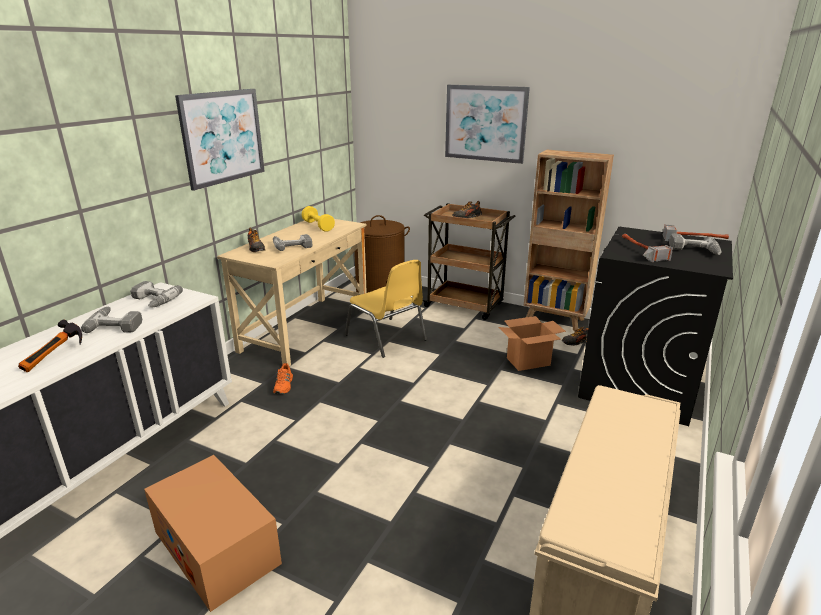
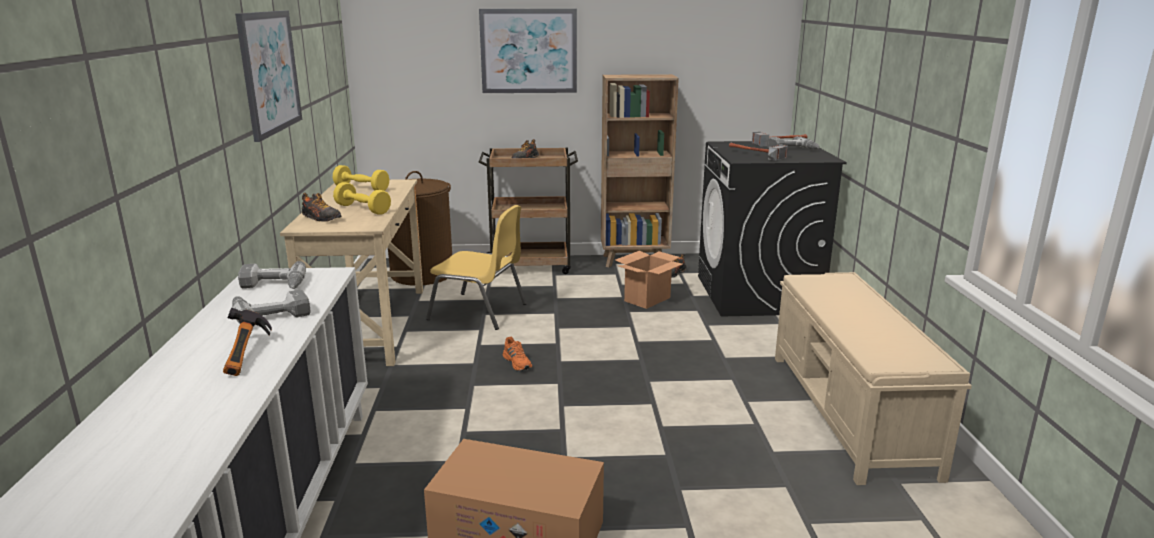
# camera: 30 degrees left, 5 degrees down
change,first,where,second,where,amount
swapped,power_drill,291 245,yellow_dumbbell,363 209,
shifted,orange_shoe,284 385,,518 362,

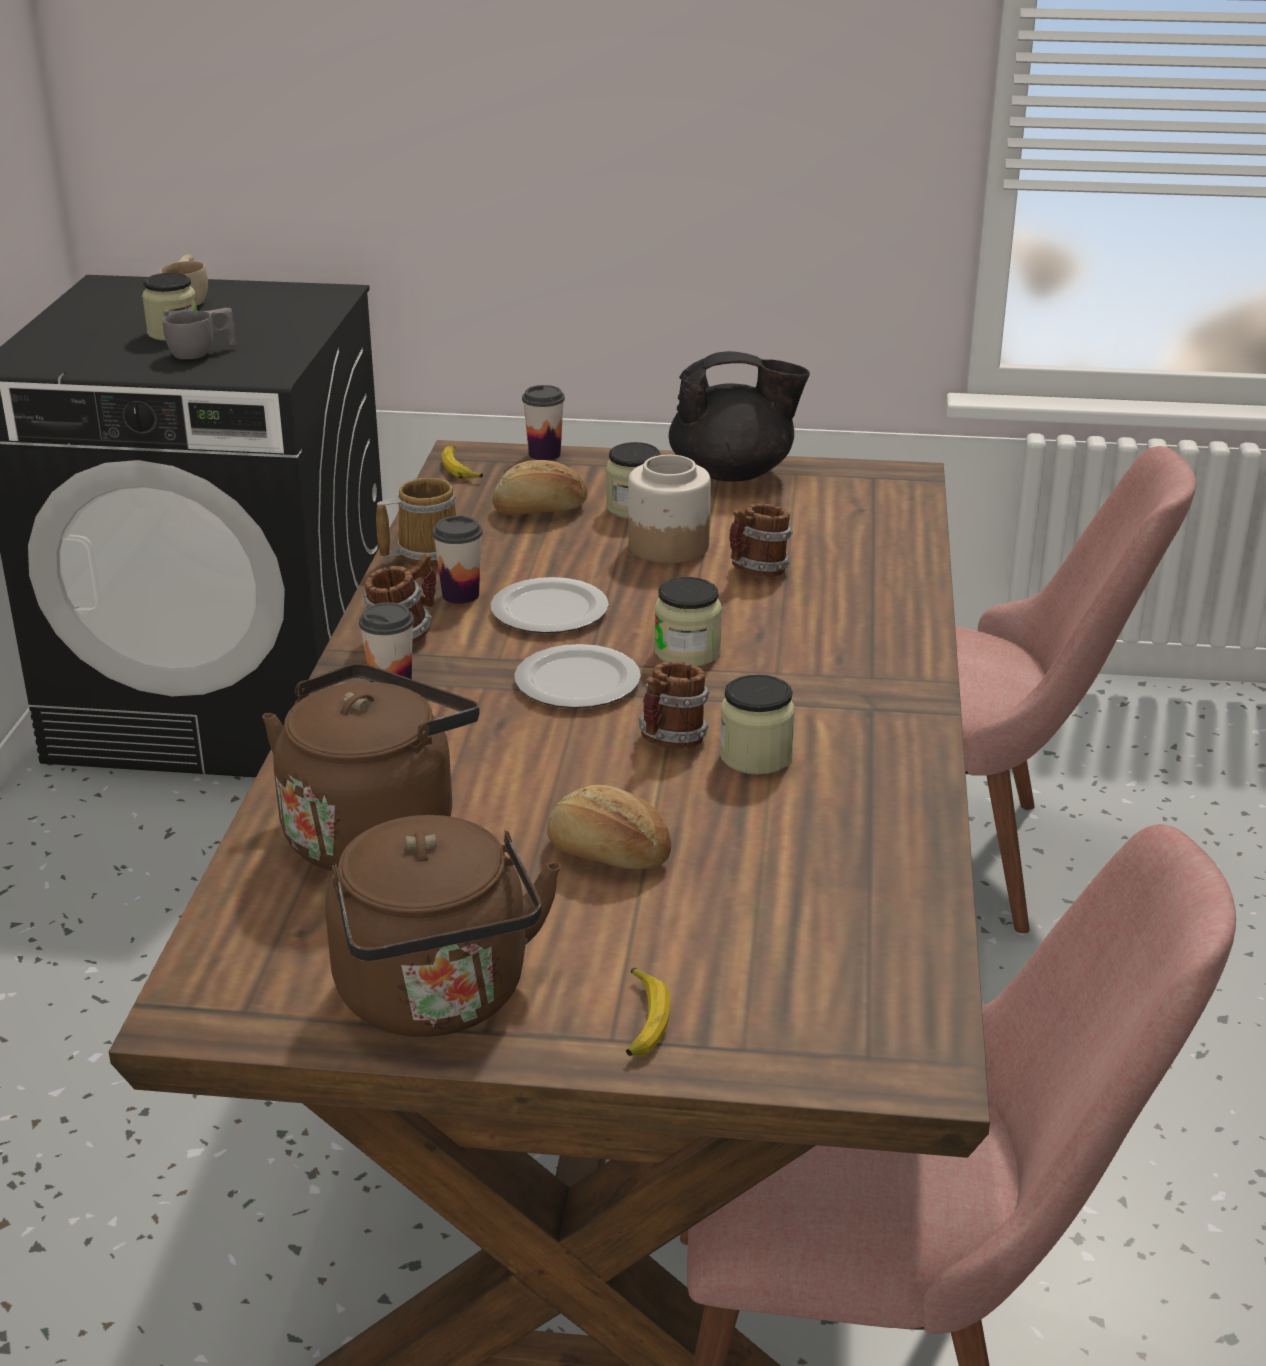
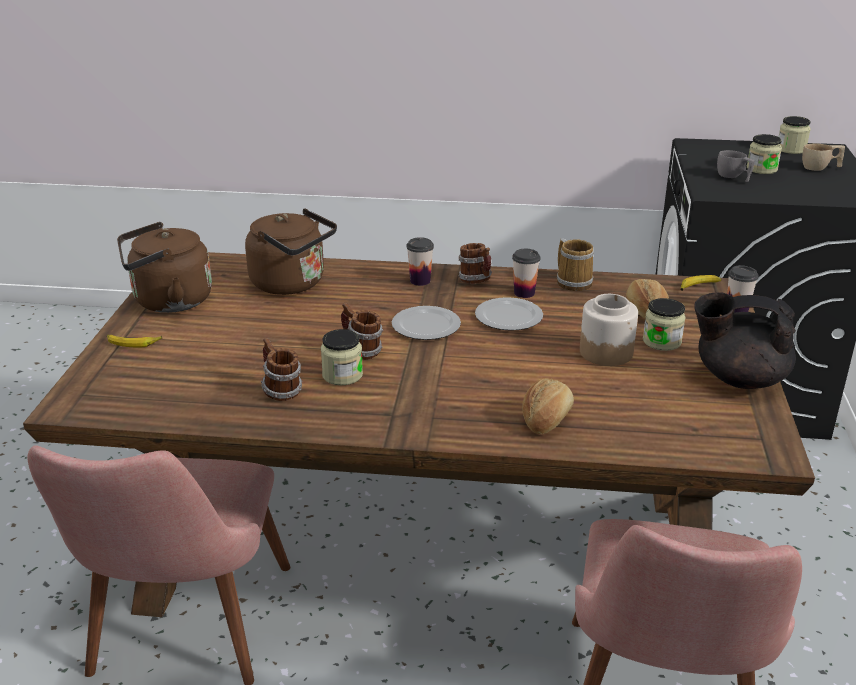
# camera: 90 degrees right, 0 degrees up
change,first,where,second,where,amount
rotated,black_teapot,733 473,,738 378,105 degrees clockwise
shifted,mug,757 572,,280 391,
shifted,jar,687 652,,791 149,
shifted,bread,607 854,,546 419,

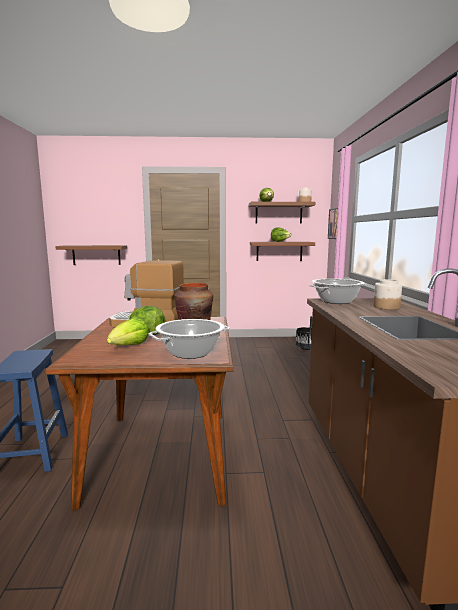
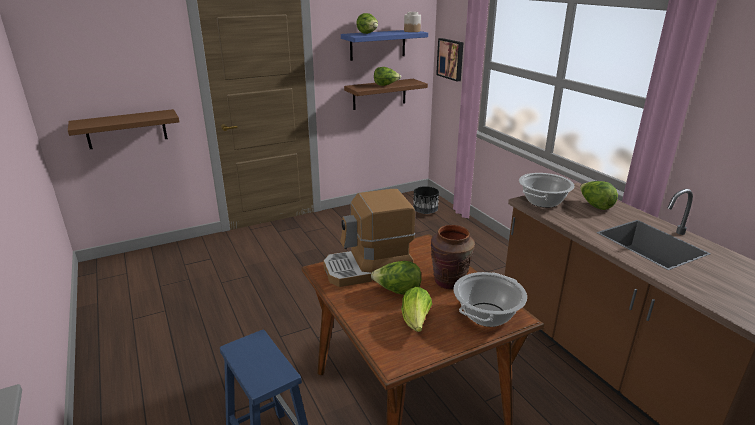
# camera: 25 degrees left, 15 degrees up
change,first,where,second,where,amount
repainted,brown_shelf,278 213,blue_shelf,377 45,
swapped,jar,386 307,lettuce,595 206,

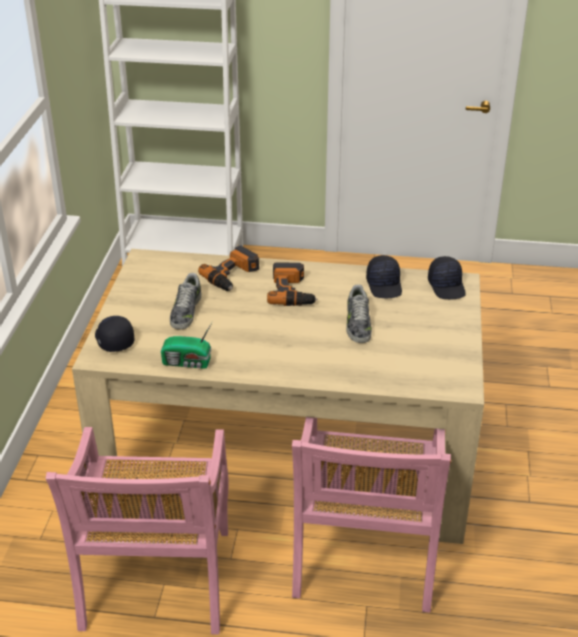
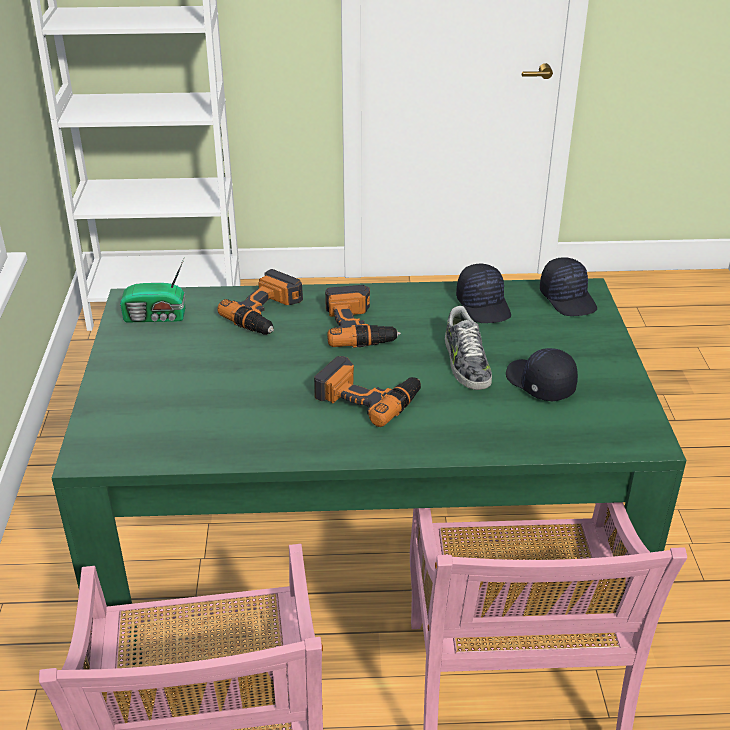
# camera: 10 degrees left, 0 degrees up
change,first,where,second,where,amount
repainted,beige_dining_table,289 452,green_dining_table,365 552,
gone,shoe,185 311,,,
shifted,black_cap,113 339,,539 384,
shifted,radio,188 363,,156 317,
new,,,power_drill,368 397,

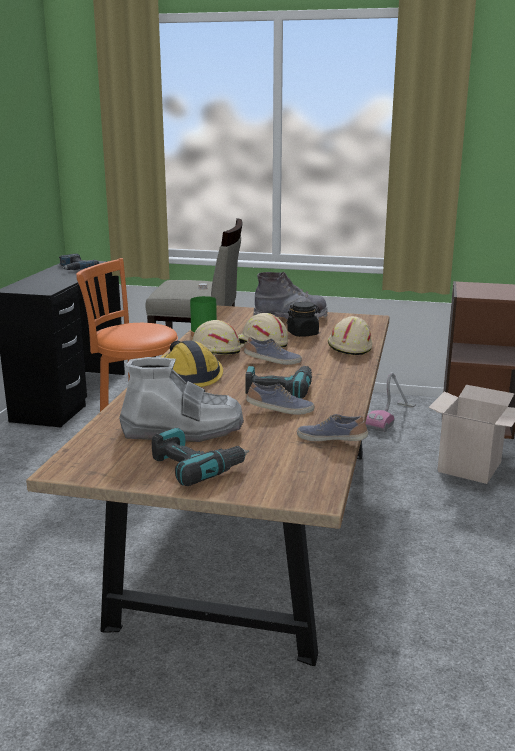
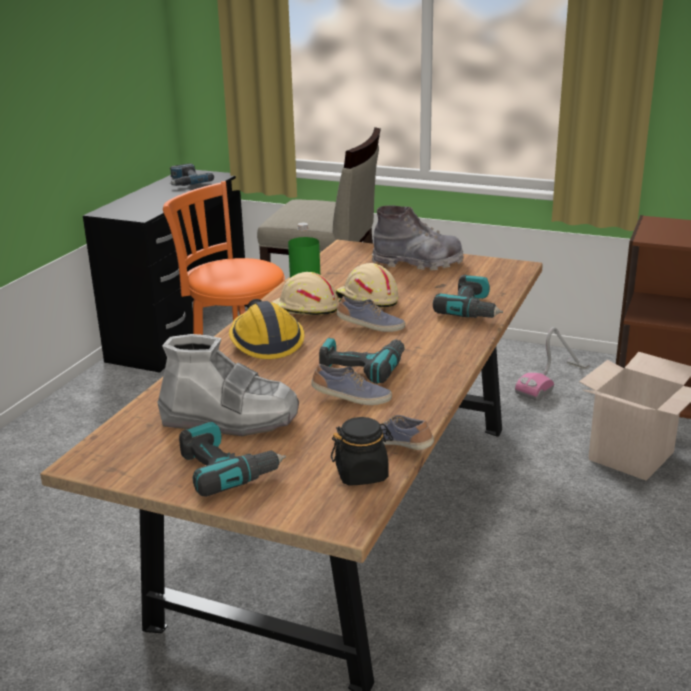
# camera: 10 degrees right, 5 degrees up
change,first,where,second,where,amount
shifted,black_jar,303 334,,362 474,
swapped,beige_hard_hat,349 347,power_drill,472 309,

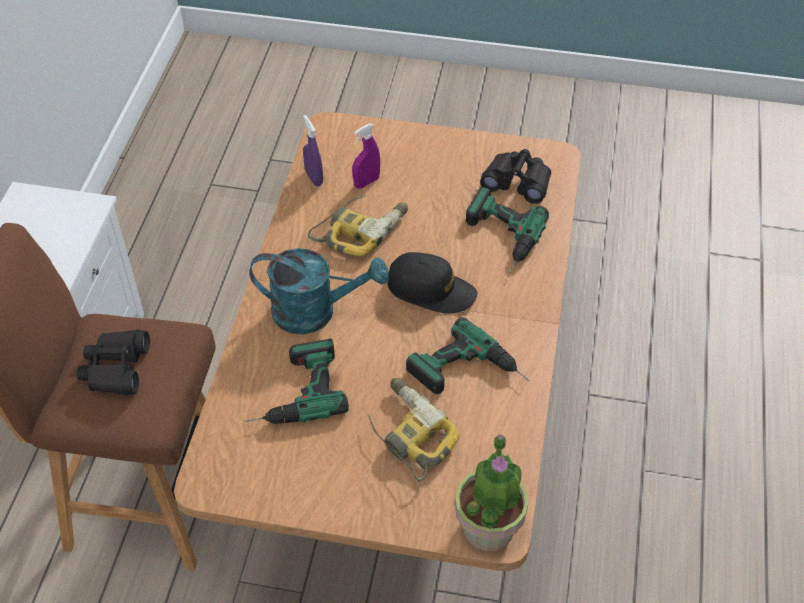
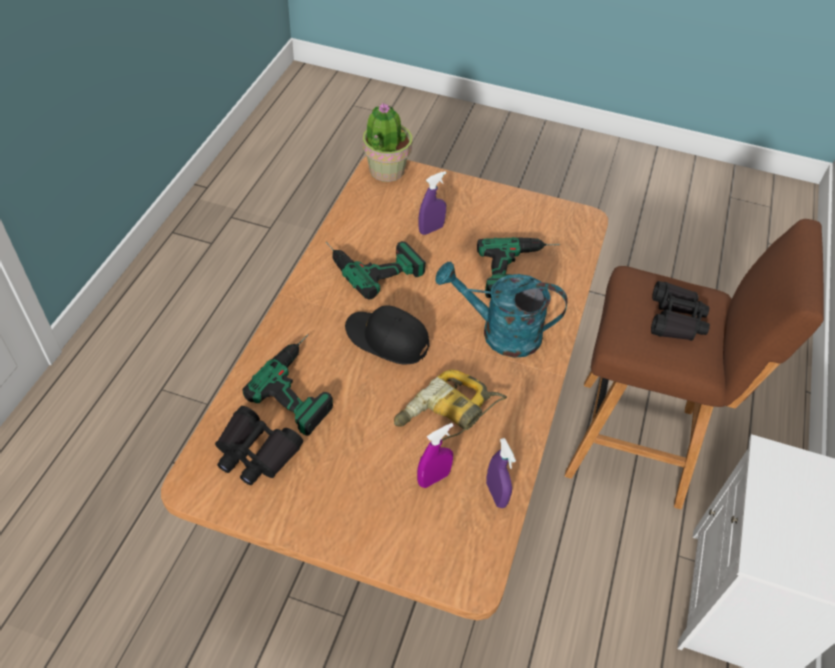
# camera: 175 degrees left, 0 degrees up
change,first,where,second,where,amount
swapped,power_drill,408 434,purple_spray_bottle,431 229,

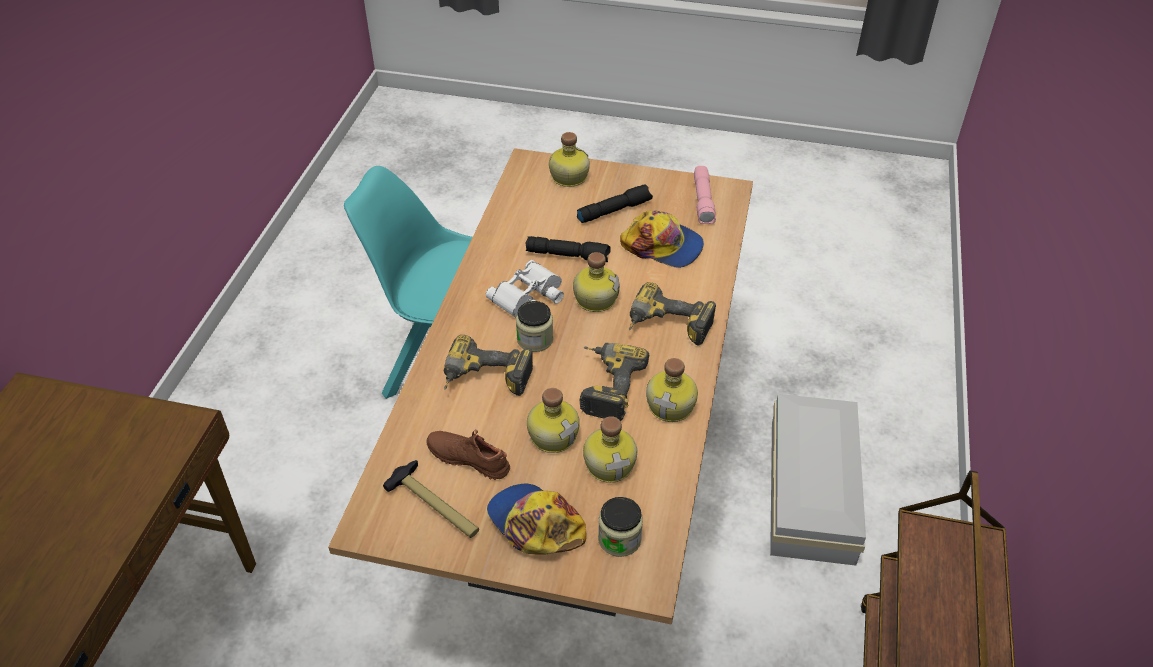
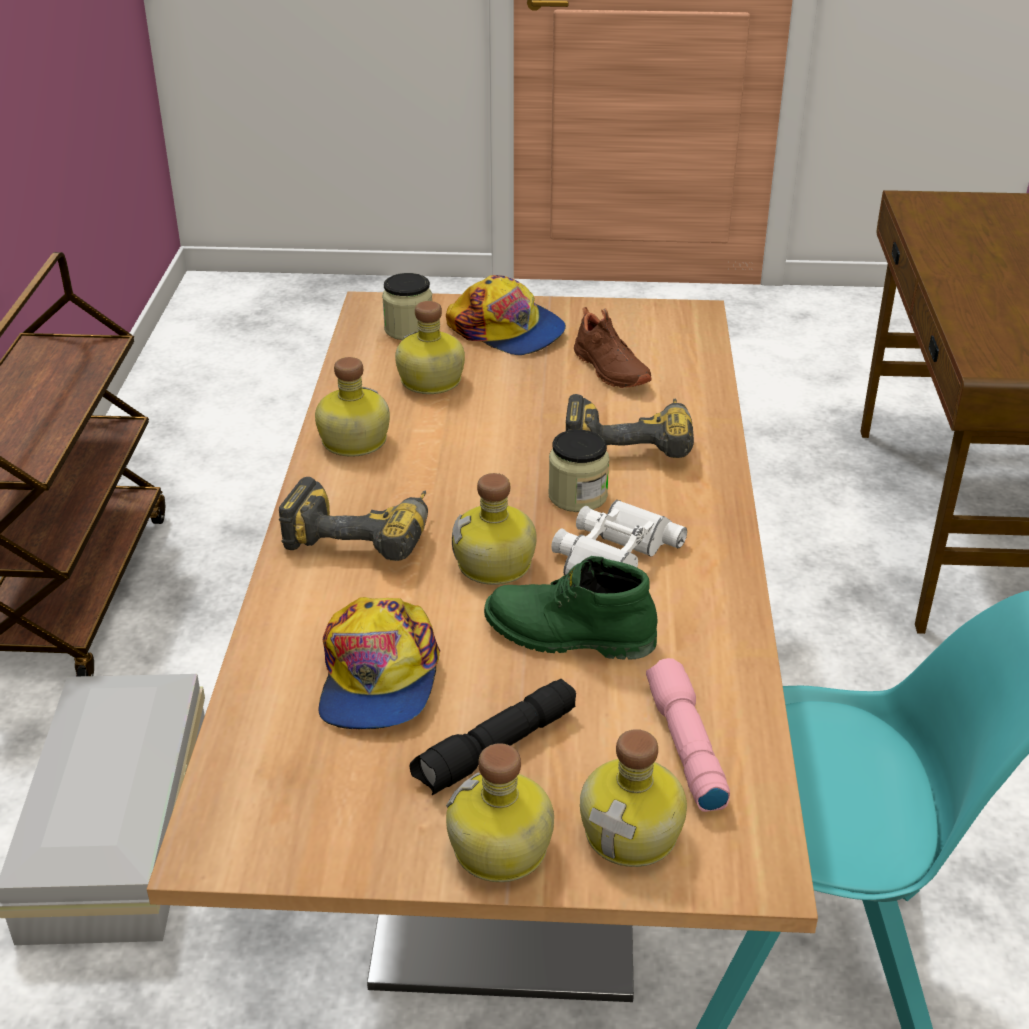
# camera: 170 degrees right, 10 degrees down
change,first,where,second,where,amount
shifted,pink_flashlight,704 201,,684 745,
rotated,cap,663 246,,378 678,105 degrees counterclockwise
swapped,black_flashlight,568 255,green_boot,568 636,
gone,power_drill,605 386,,,
shifted,bottle,553 434,,500 850,
rotated,brown_shoe,470 458,,609 370,45 degrees clockwise
gone,hammer,435 506,,,

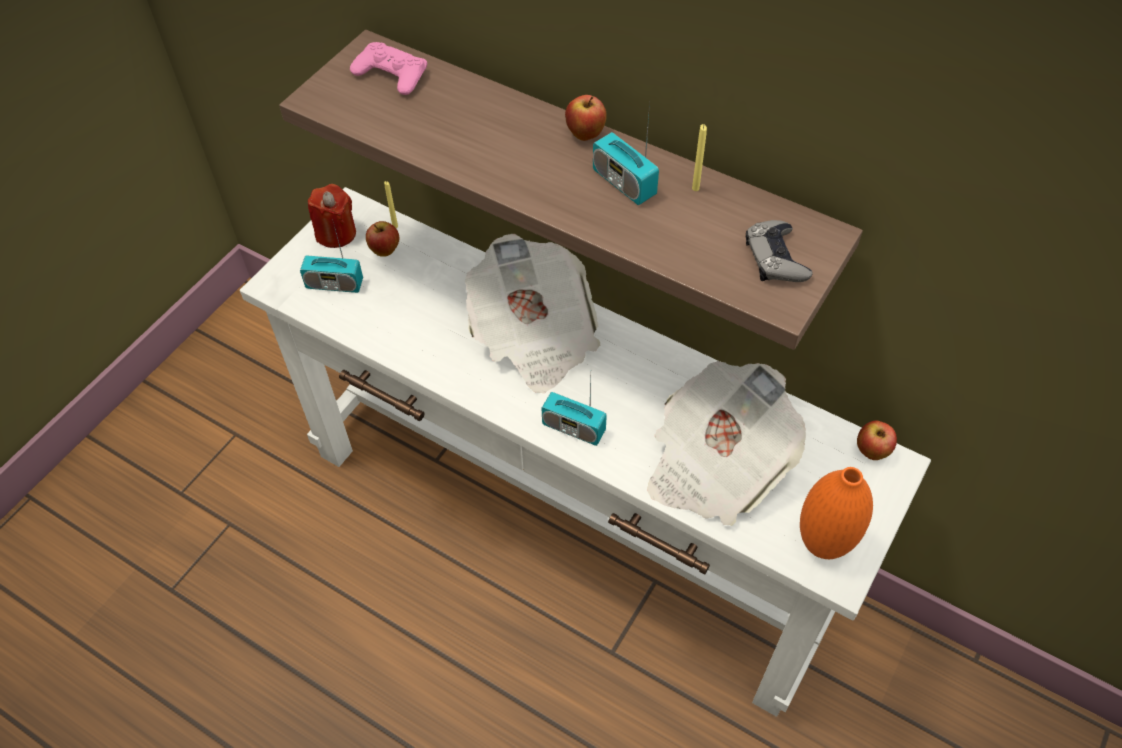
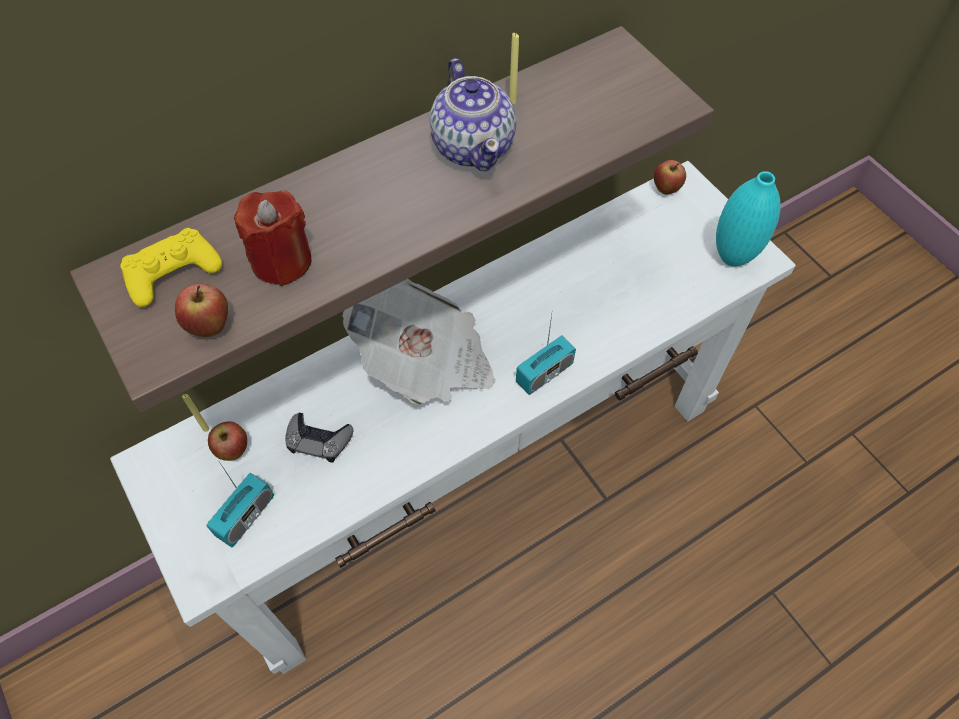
# camera: 65 degrees left, 5 degrees up
change,first,where,second,where,amount
repainted,pink_game_controller,391 74,yellow_game_controller,172 272,
shifted,apple,585 135,,210 326,
swapped,radio,624 183,teapot,473 146,
shifted,red_candle,336 233,,282 261,
shifted,grey_game_controller,775 258,,318 440,
gone,newspaper,715 464,,,
repainted,orange_vase,823 545,turquoise_vase,733 257,

